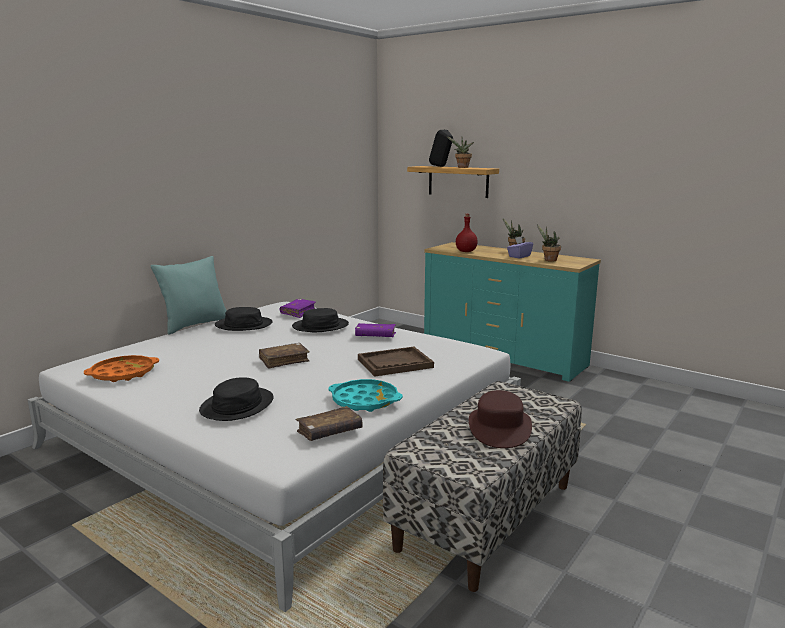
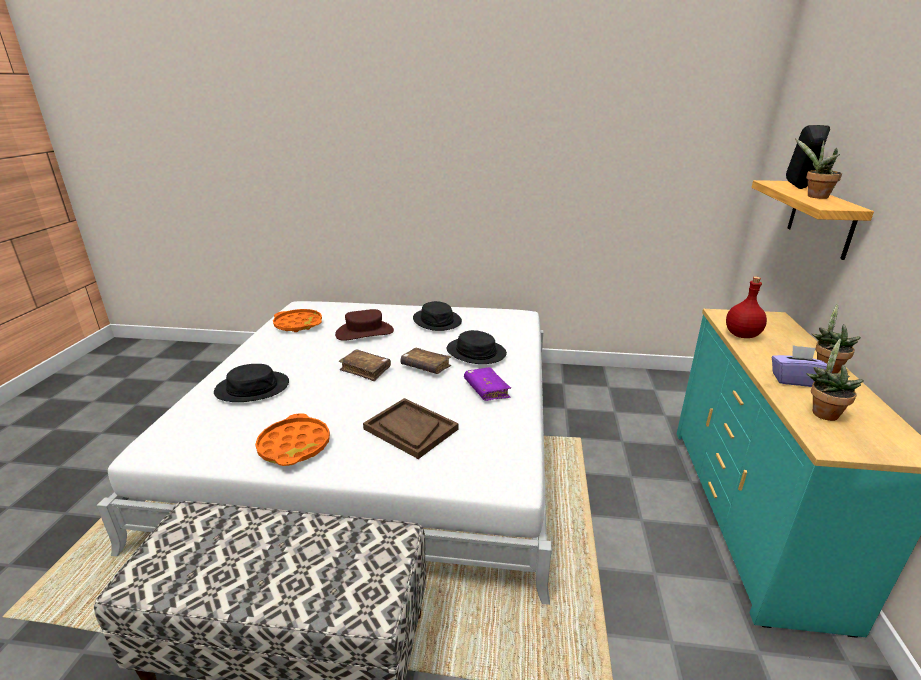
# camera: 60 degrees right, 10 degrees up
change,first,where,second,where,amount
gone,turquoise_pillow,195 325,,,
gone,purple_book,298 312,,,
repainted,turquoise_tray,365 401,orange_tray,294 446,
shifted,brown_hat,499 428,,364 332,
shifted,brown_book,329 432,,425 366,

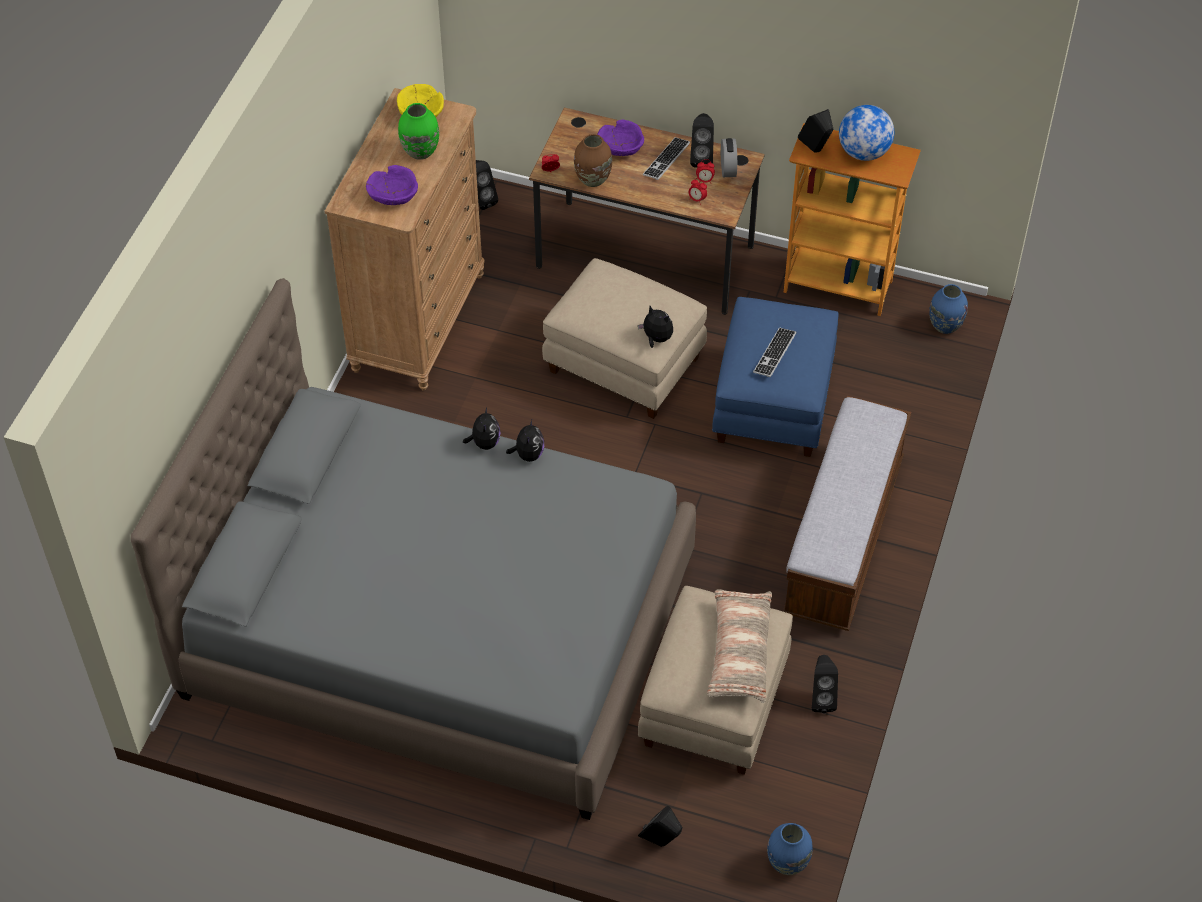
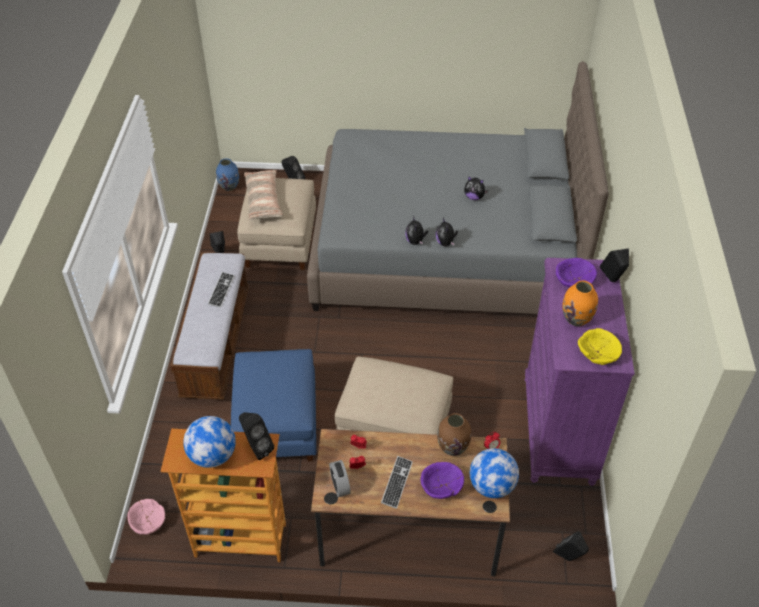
# camera: 165 degrees right, 5 degrees down
change,first,where,second,where,amount
repainted,brown_dresser,418 322,purple_dresser,558 431,
repainted,green_vase,420 152,orange_vase,576 319,
shifted,black_speaker,701 158,,612 280,
swapped,blue_vase,944 325,pink_bowl,148 522,
shifted,plush_toy,656 339,,474 197,
shifted,keyboard,774 353,,221 290,
new,,,globe,492 486,

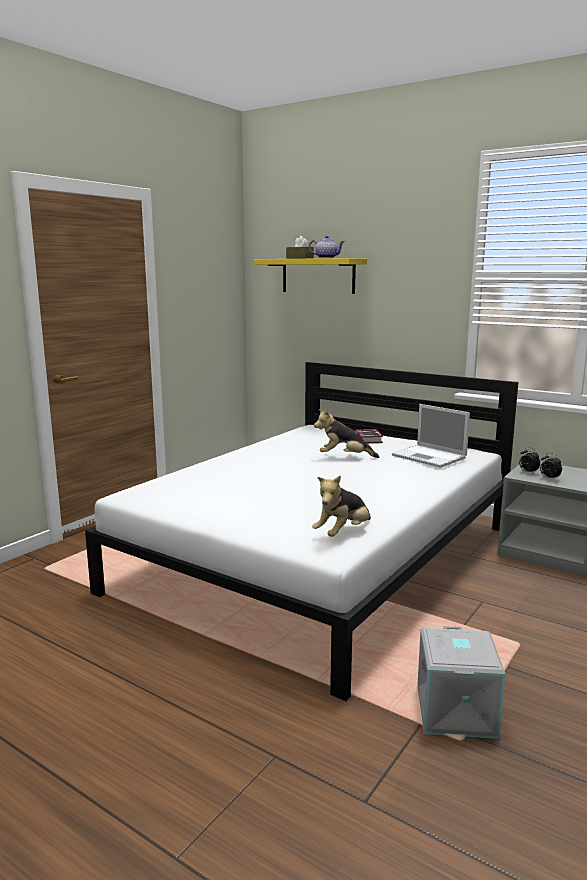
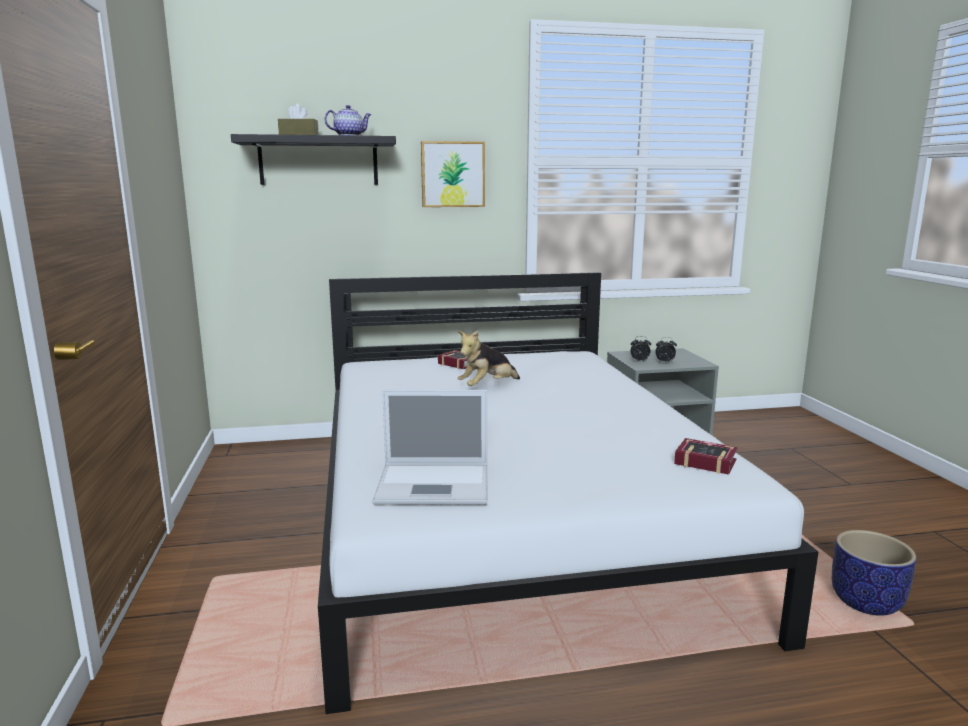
# camera: 45 degrees left, 0 degrees up
change,first,where,second,where,amount
repainted,yellow_shelf,318 276,black_shelf,318 161,
shifted,laptop,430 457,,436 484,
swapped,plush_toy,343 533,book,703 461,
swapped,grey_storage_box,457 712,planter,867 602,
new,,,picture,452 174,

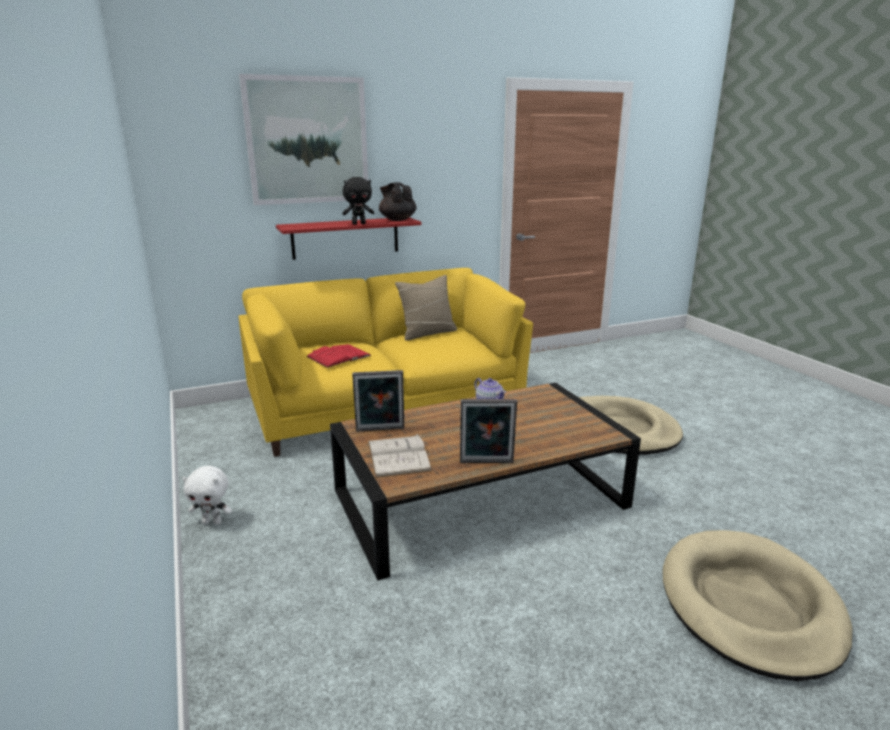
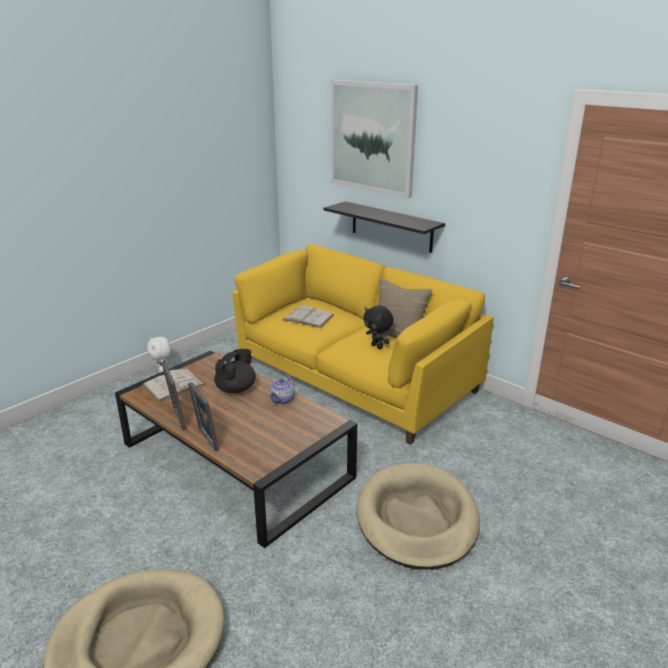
# camera: 65 degrees right, 5 degrees up
change,first,where,second,where,amount
shifted,black_plush_toy,359 224,,377 346,
shifted,black_teapot,397 219,,236 388,
repainted,red_shelf,345 238,black_shelf,391 226,
repainted,red_book,339 356,white_book,308 317,
shifted,picture_frame,380 430,,206 440,

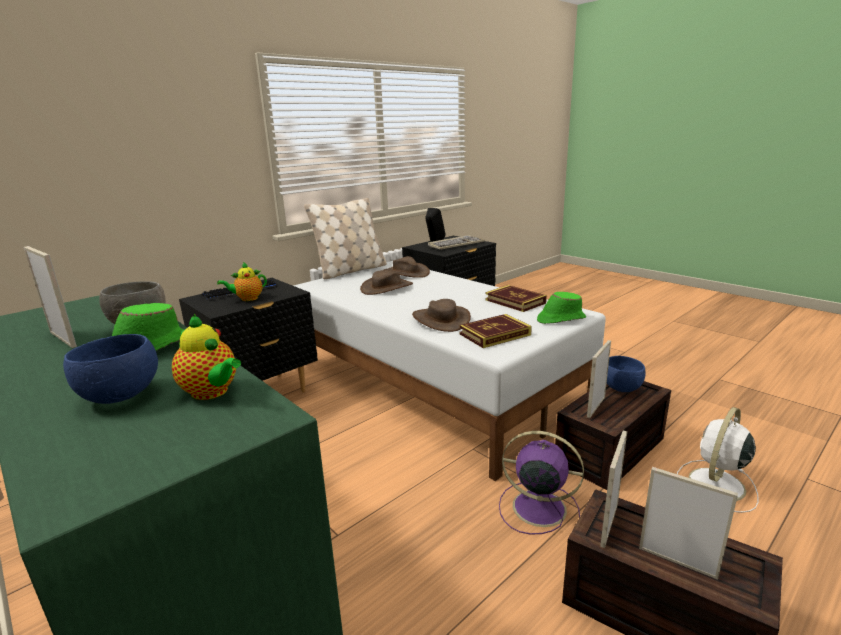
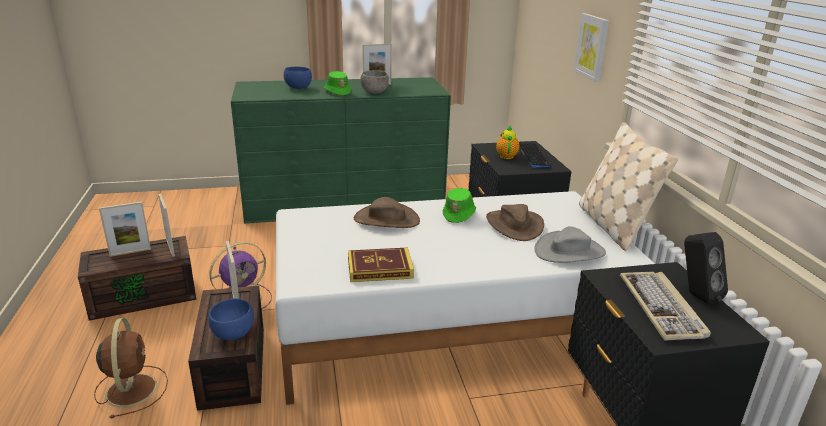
# camera: 120 degrees right, 5 degrees up
change,first,where,second,where,amount
repainted,brown_hat,405 273,grey_hat,569 251,
shifted,green_hat,560 319,,459 214,
gone,teapot,212 392,,,
gone,book,495 334,,,
repainted,white_fan,715 485,brown_fan,132 388,
new,,,picture,592 46,

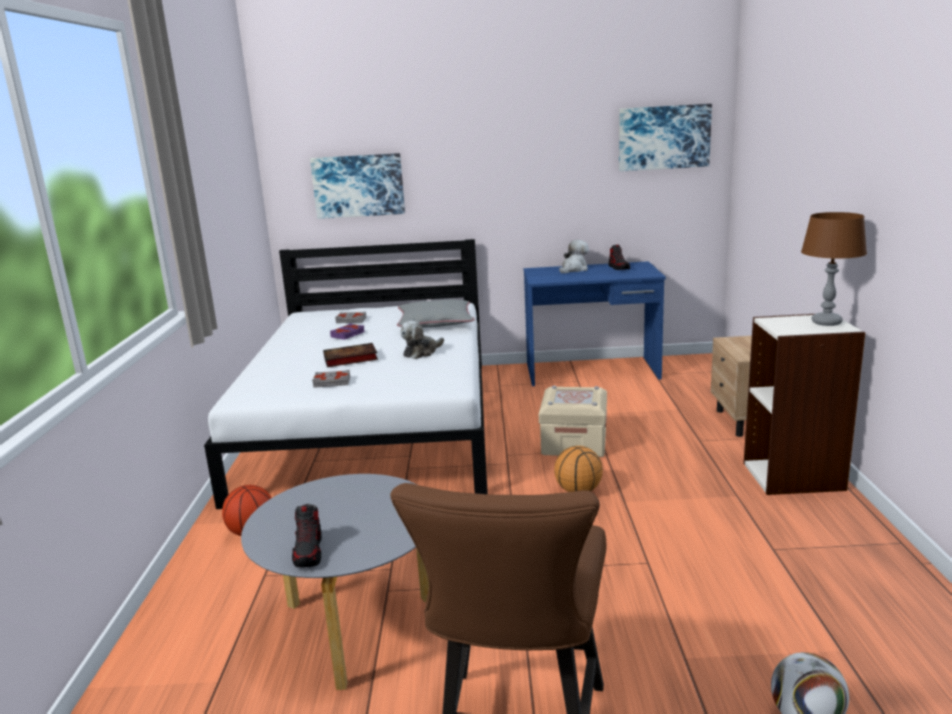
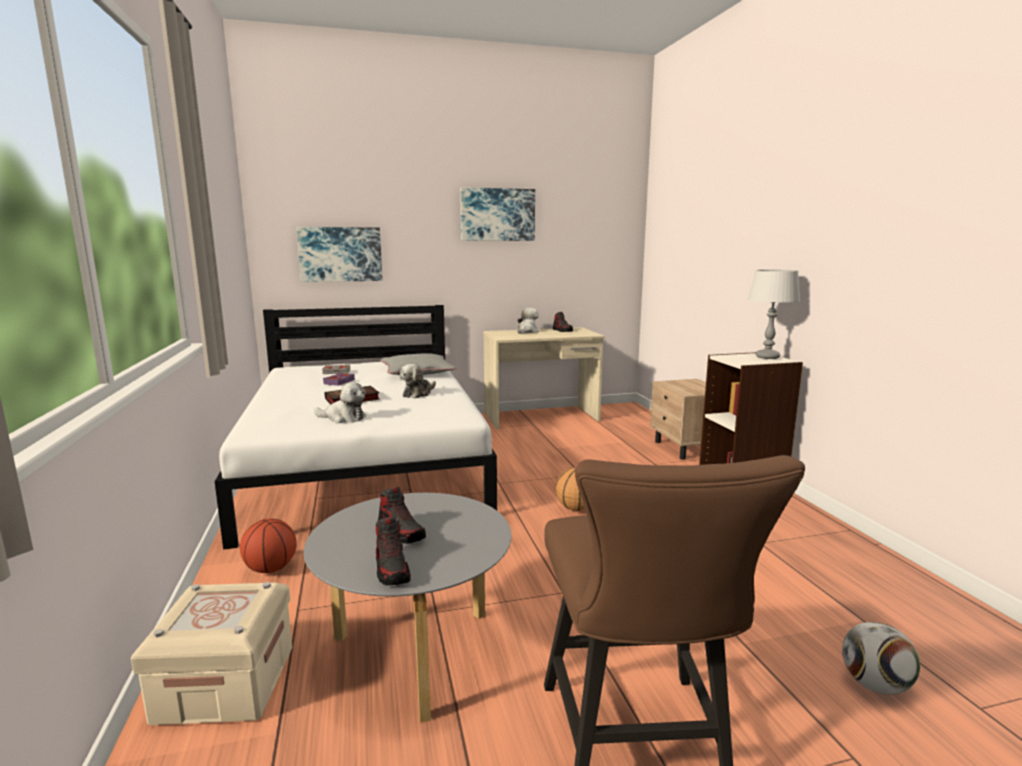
# camera: 15 degrees left, 5 degrees down
change,first,where,second,where,amount
shifted,picture,663 137,,497 214,
repainted,brown_table_lamp,826 322,grey_table_lamp,767 357,
repainted,blue_desk,592 371,beige_desk,541 417,
swapped,grey_book,332 382,plush_toy,343 418,
shifted,beige_storage_box,574 443,,226 683,
new,,,shoe,401 532,

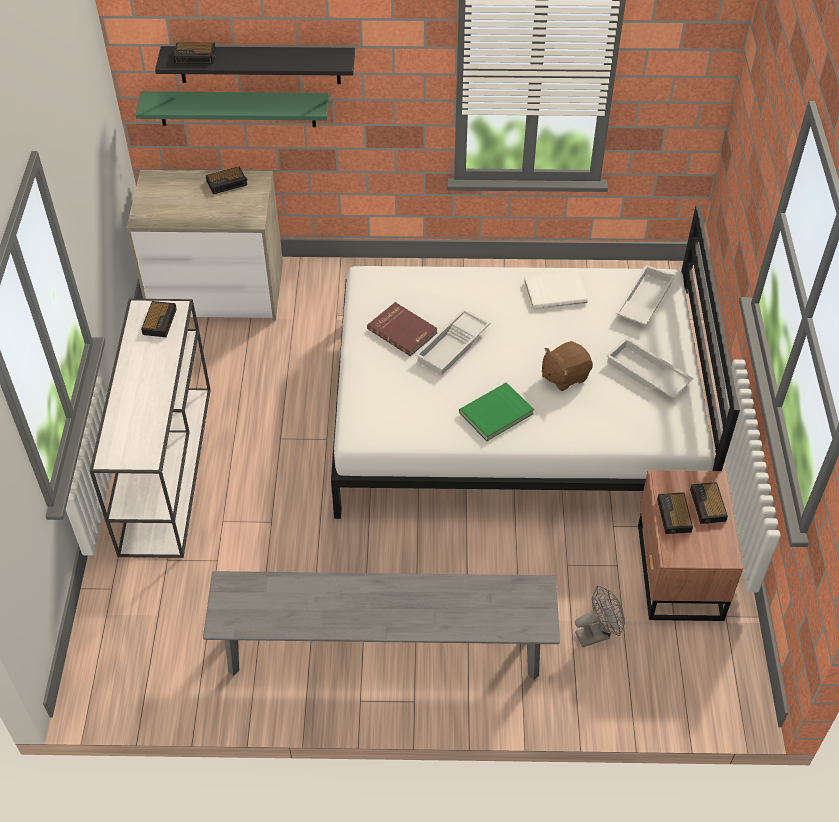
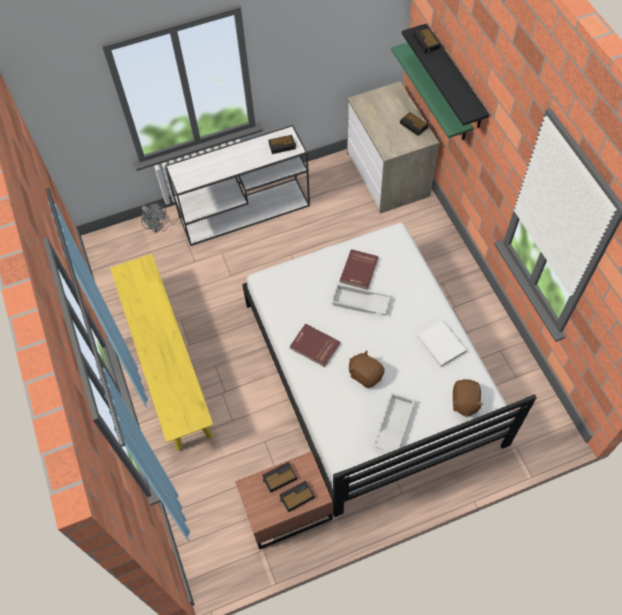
# camera: 70 degrees right, 10 degrees up
change,first,where,second,where,amount
swapped,white_tray,643 300,brown_plush_toy,464 402,
repainted,green_book,497 414,red_book,314 346,
repainted,grey_bench,384 650,yellow_bench,168 364,
shifted,grey_fan,597 633,,156 227,

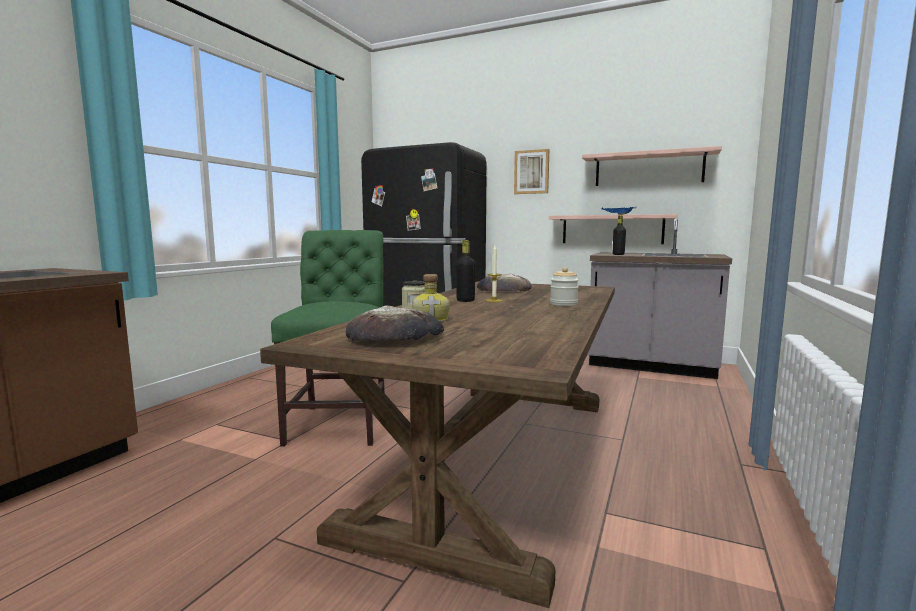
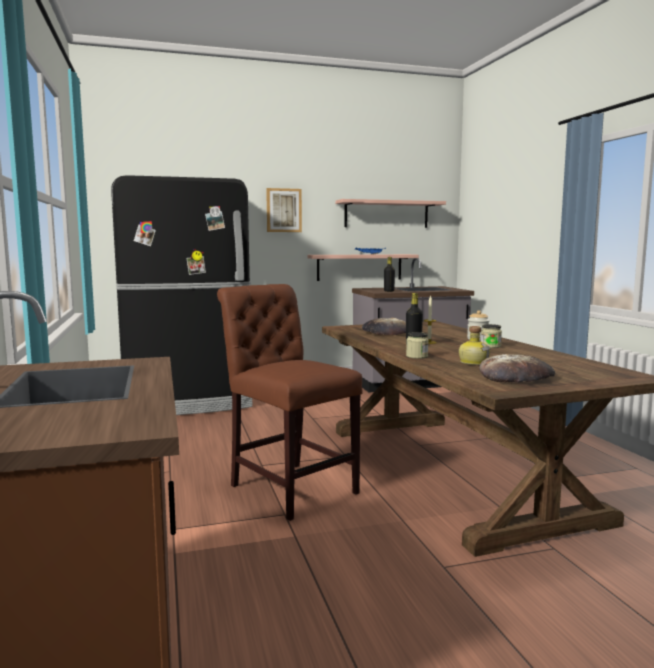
# camera: 40 degrees left, 0 degrees up
change,first,where,second,where,amount
repainted,green_chair,341 422,brown_chair,289 486,
new,,,jar,490 346,

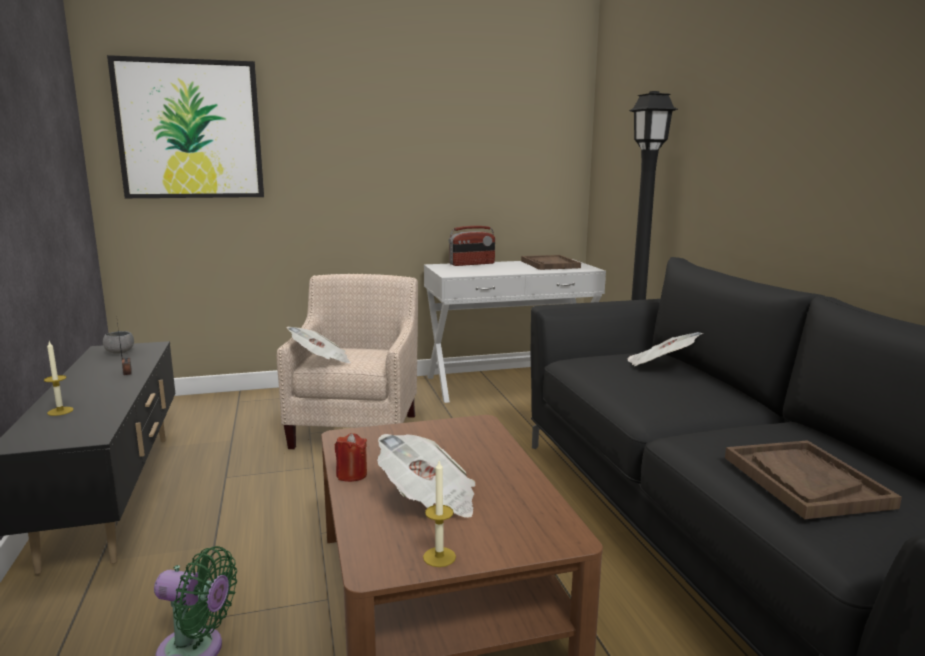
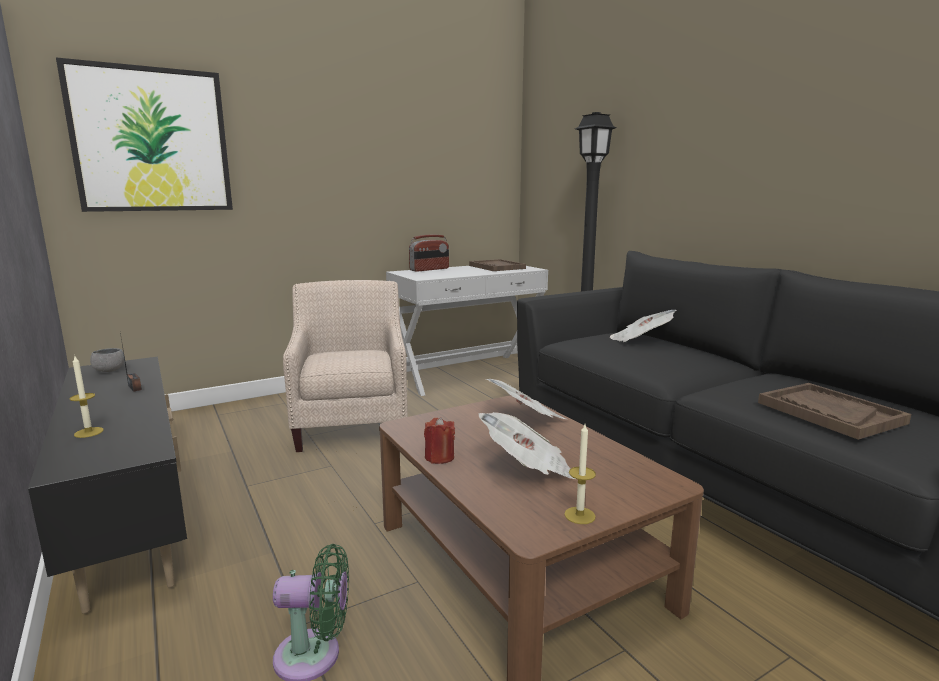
# camera: 15 degrees left, 0 degrees up
change,first,where,second,where,amount
shifted,newspaper,321 361,,526 419,

